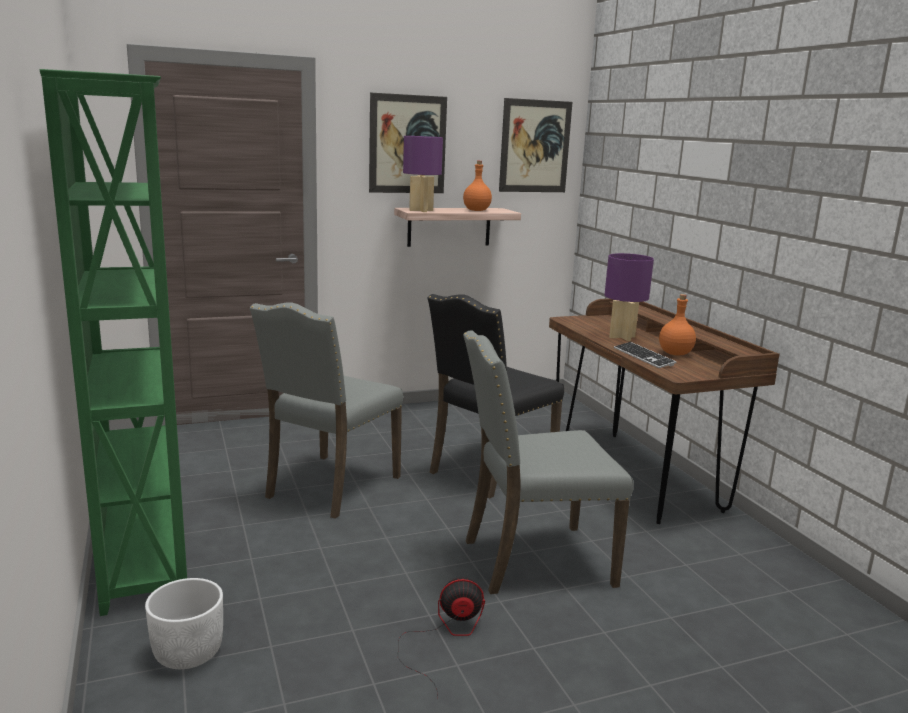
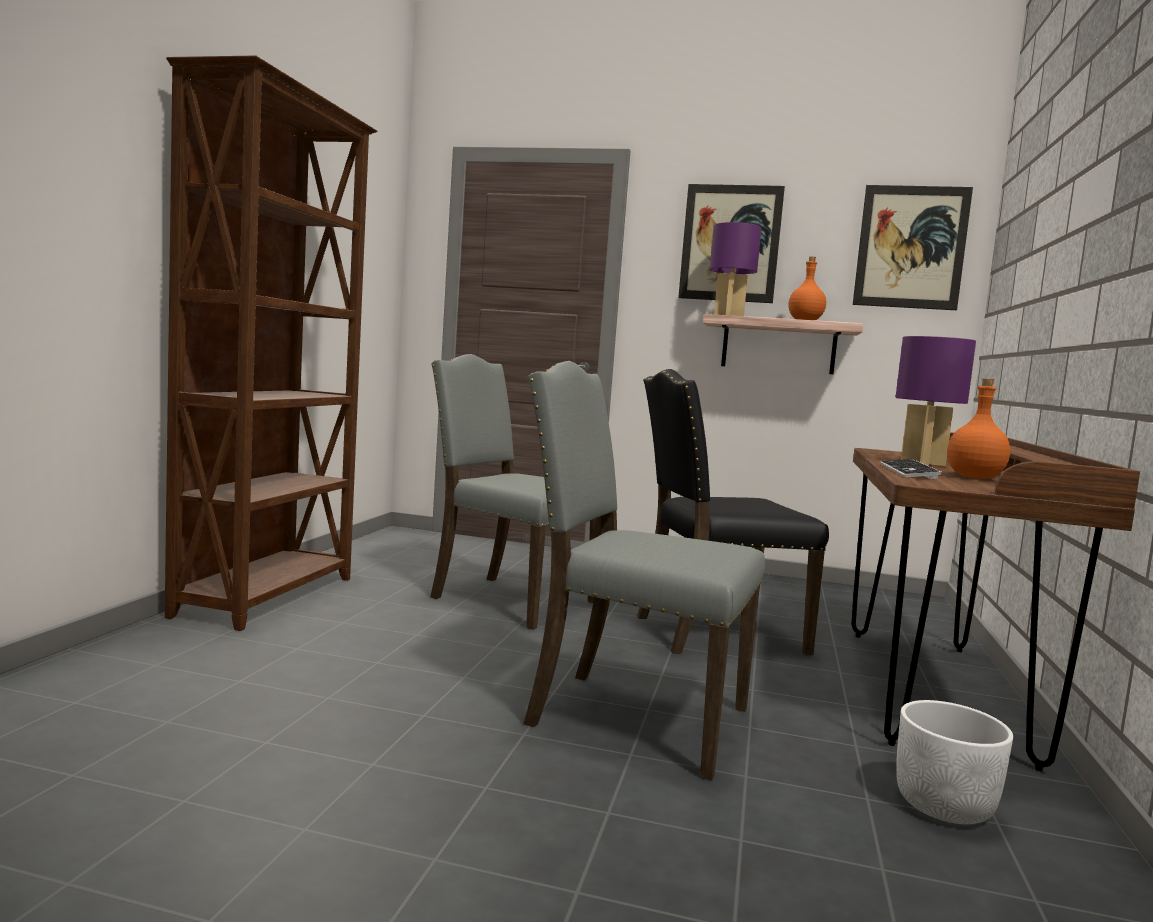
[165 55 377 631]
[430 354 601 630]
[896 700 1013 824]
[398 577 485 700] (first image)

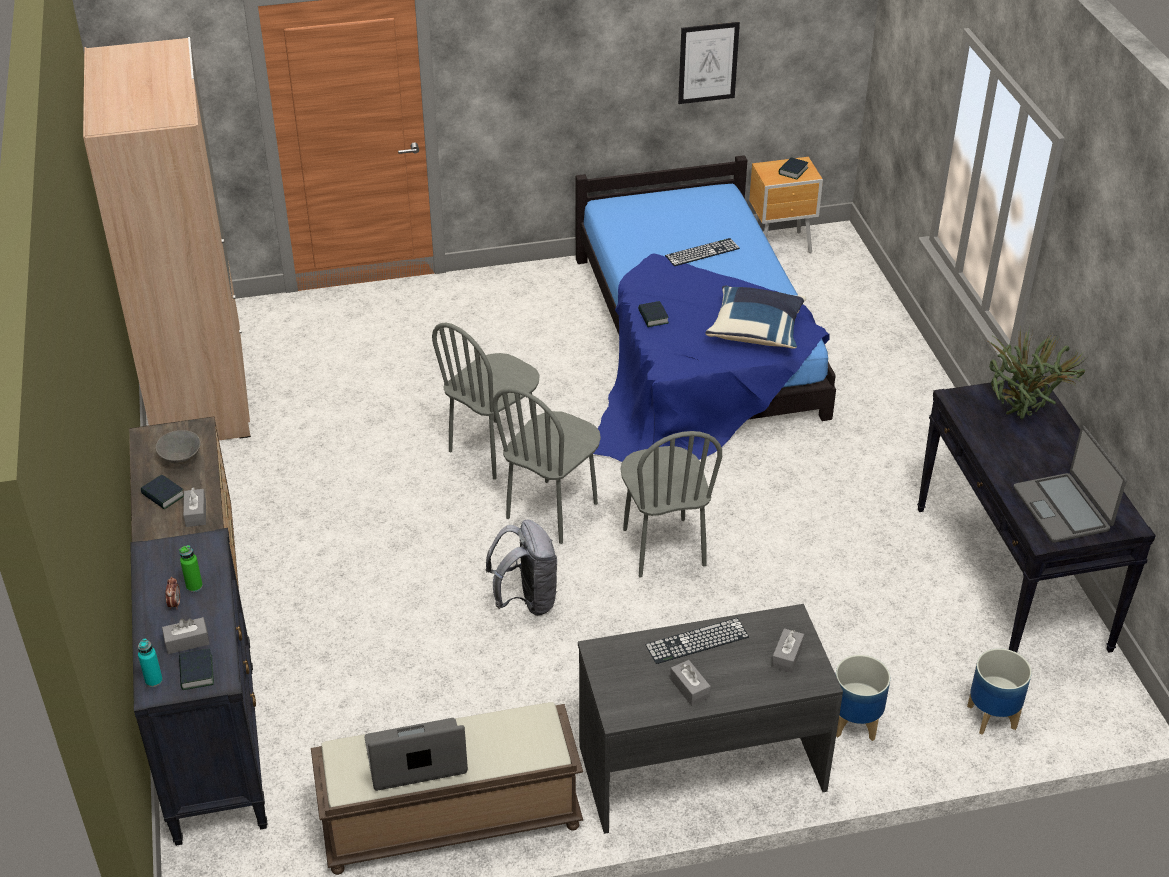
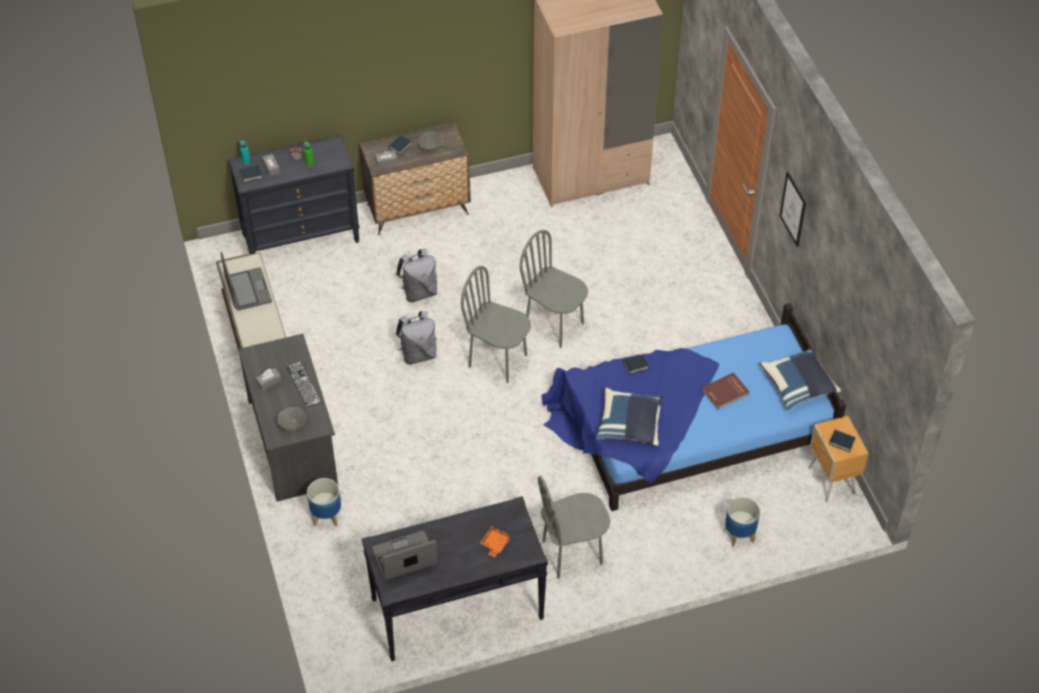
[277 407 306 431]
[396 249 437 303]
[479 526 511 557]
[538 476 610 579]
[702 373 750 410]
[725 497 760 547]
[759 348 841 411]
[779 171 806 247]

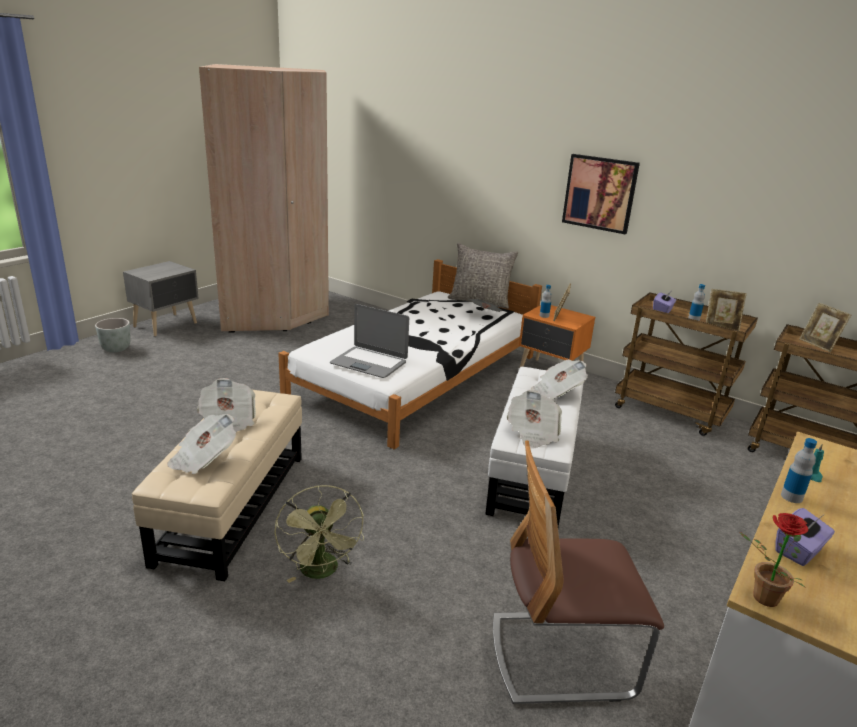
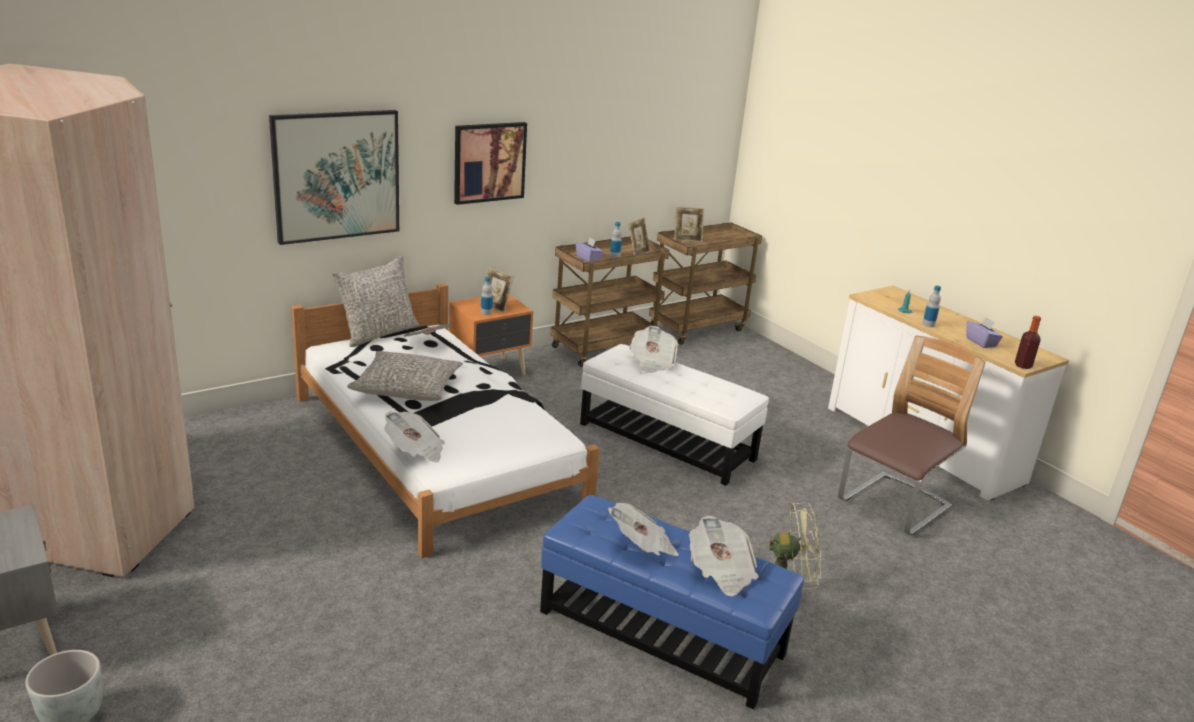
[269 110 399 245]
[347 351 463 401]
[384 412 445 462]
[540 495 804 709]
[838 335 986 535]
[1015 316 1041 369]
[330 304 409 378] (first image)

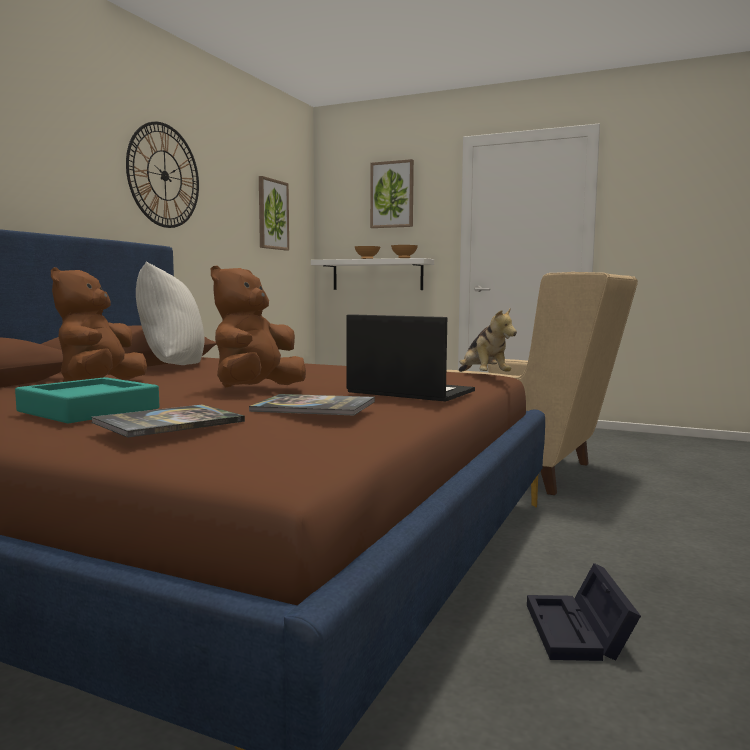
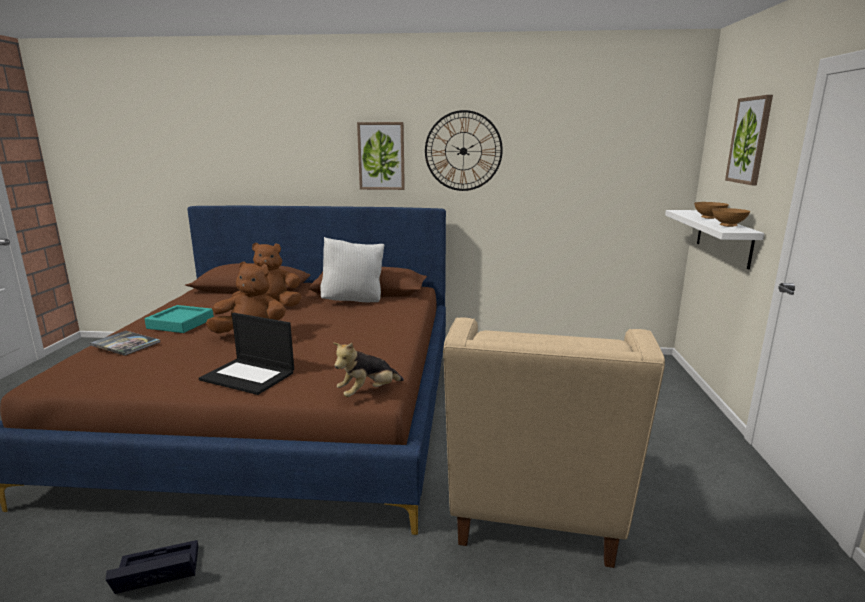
[199 313 294 395]
[357 122 405 190]
[249 394 375 415] (first image)

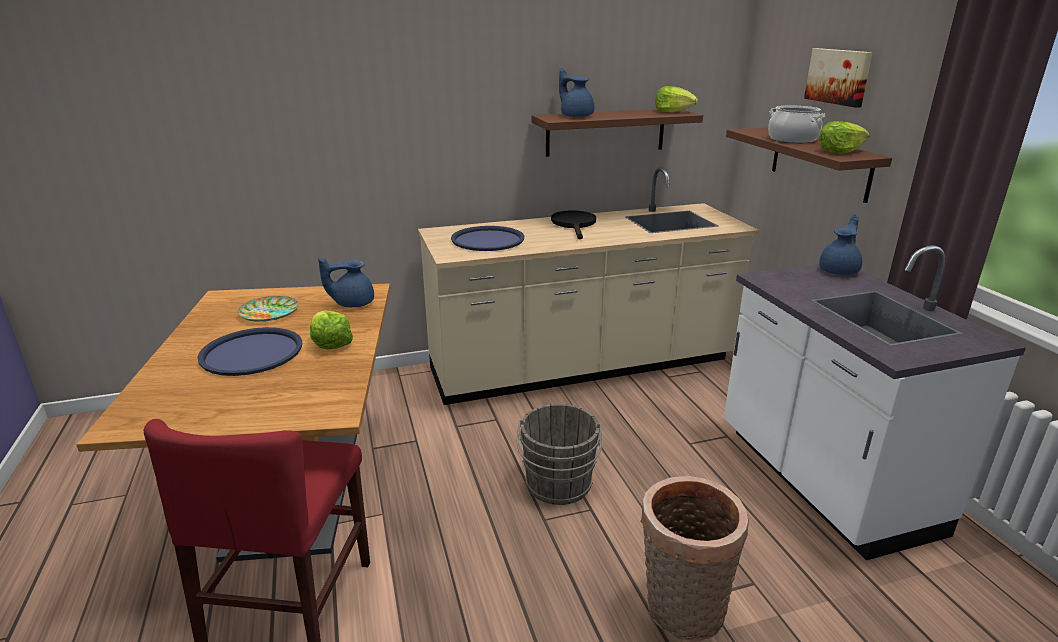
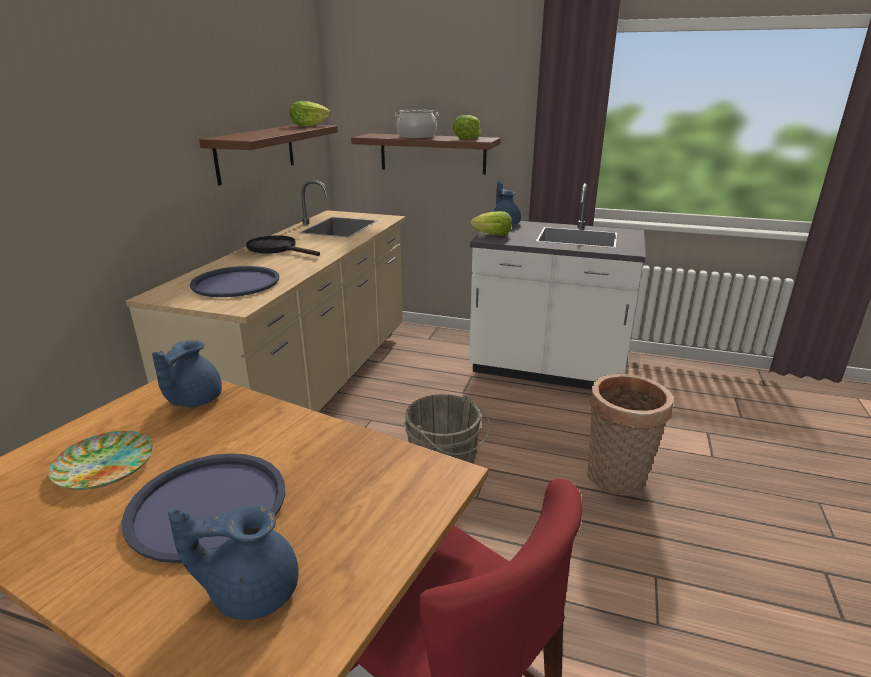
[168 505 299 620]
[470 211 512 236]
[804 48 873 108] (first image)

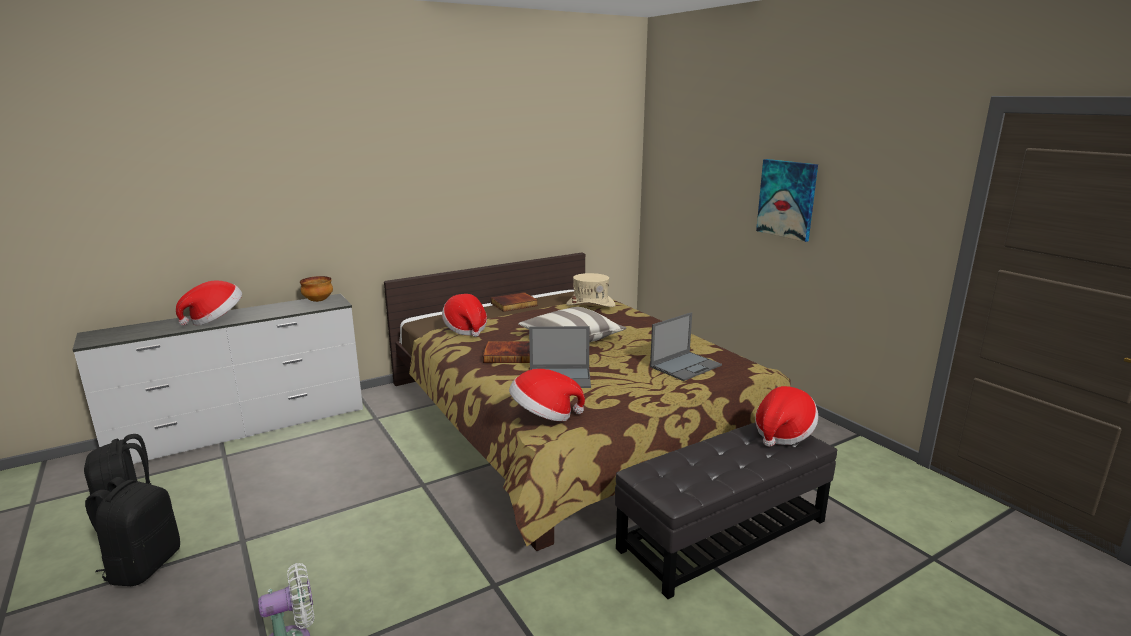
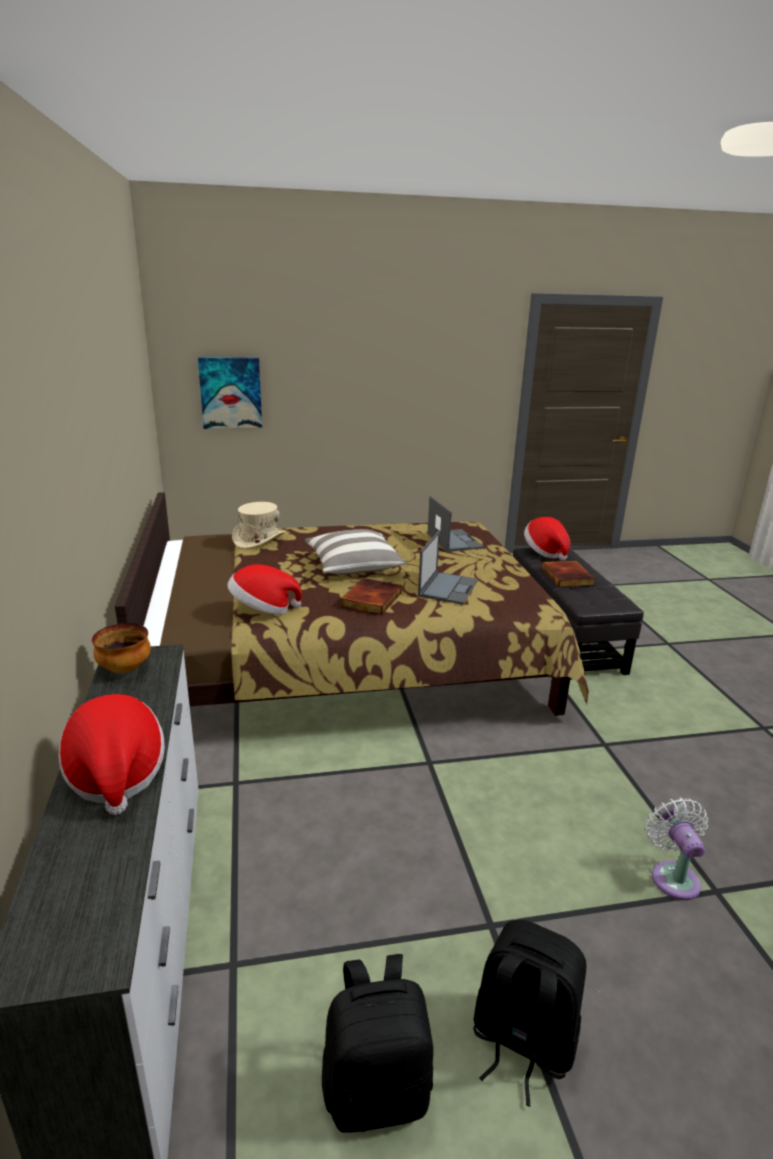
[198 357 262 429]
[542 561 595 587]
[509 369 585 421] (first image)

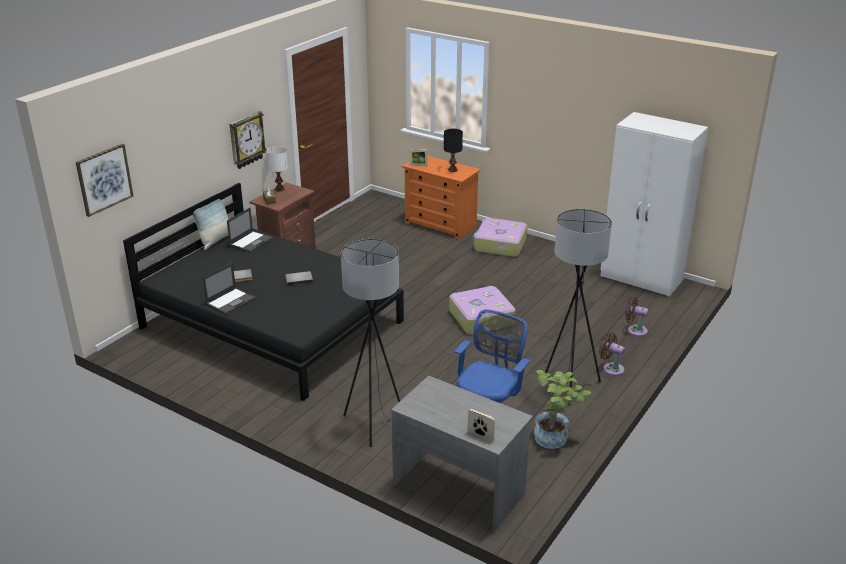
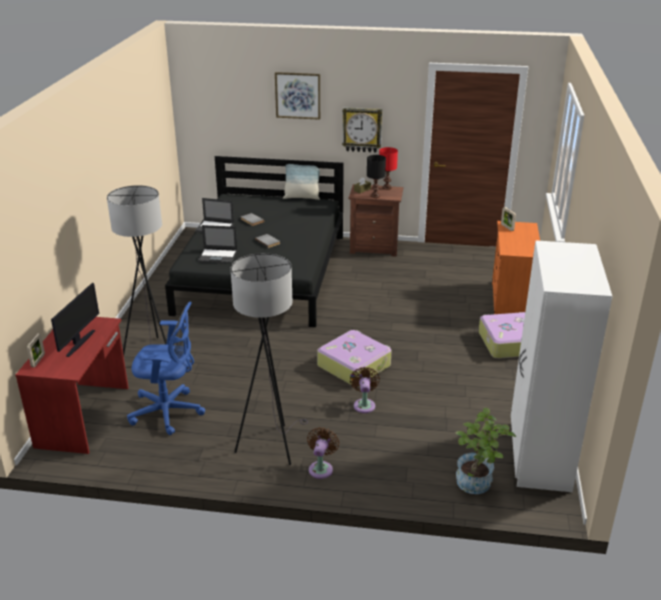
[15 317 129 454]
[51 283 99 357]
[198 225 237 264]
[275 72 320 120]
[350 367 380 413]
[367 155 386 198]
[379 147 398 190]
[455 408 516 494]

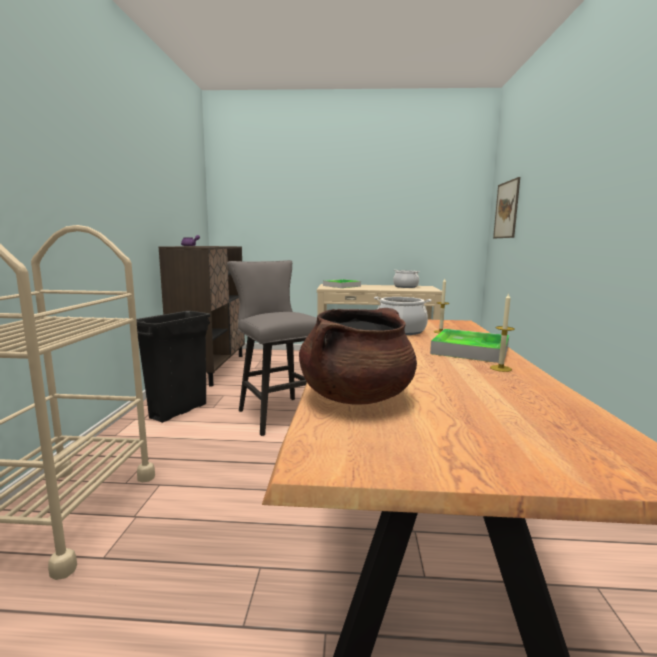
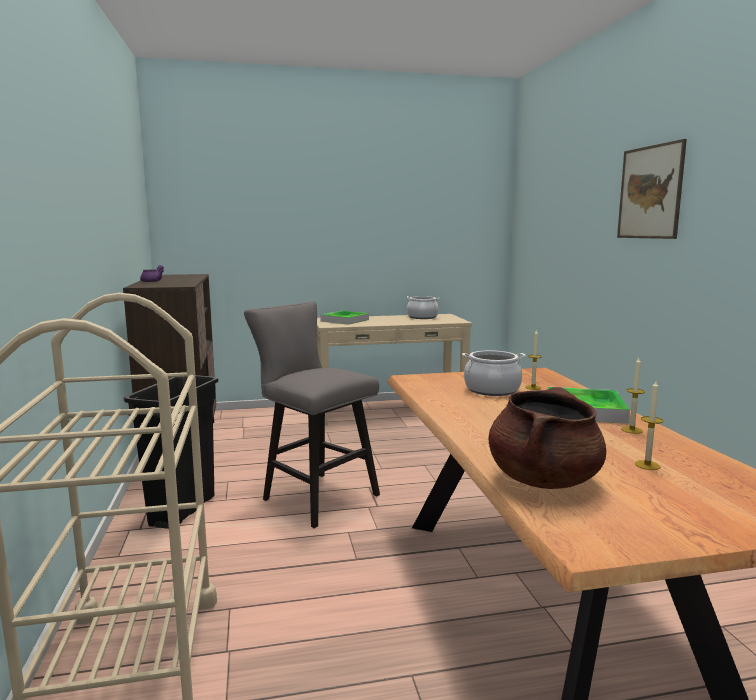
[617 139 687 239]
[635 381 663 470]

